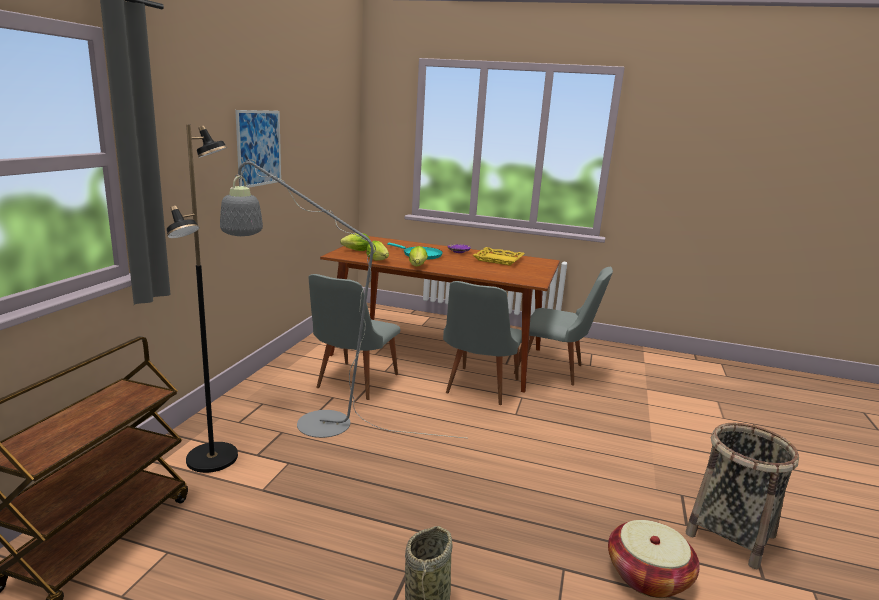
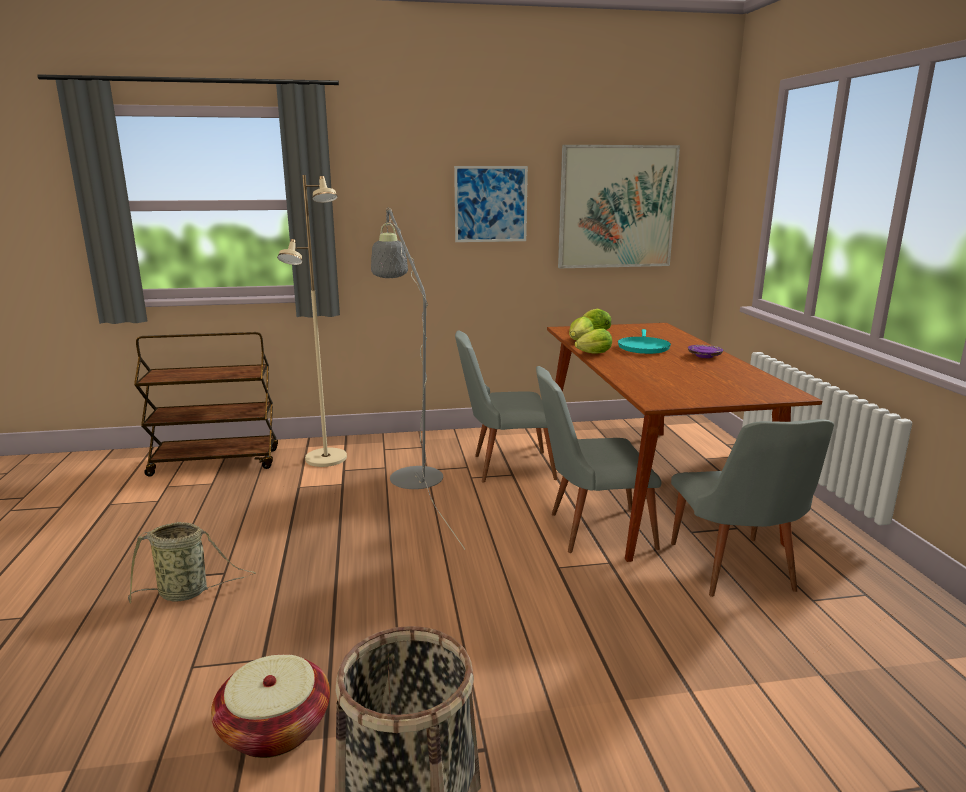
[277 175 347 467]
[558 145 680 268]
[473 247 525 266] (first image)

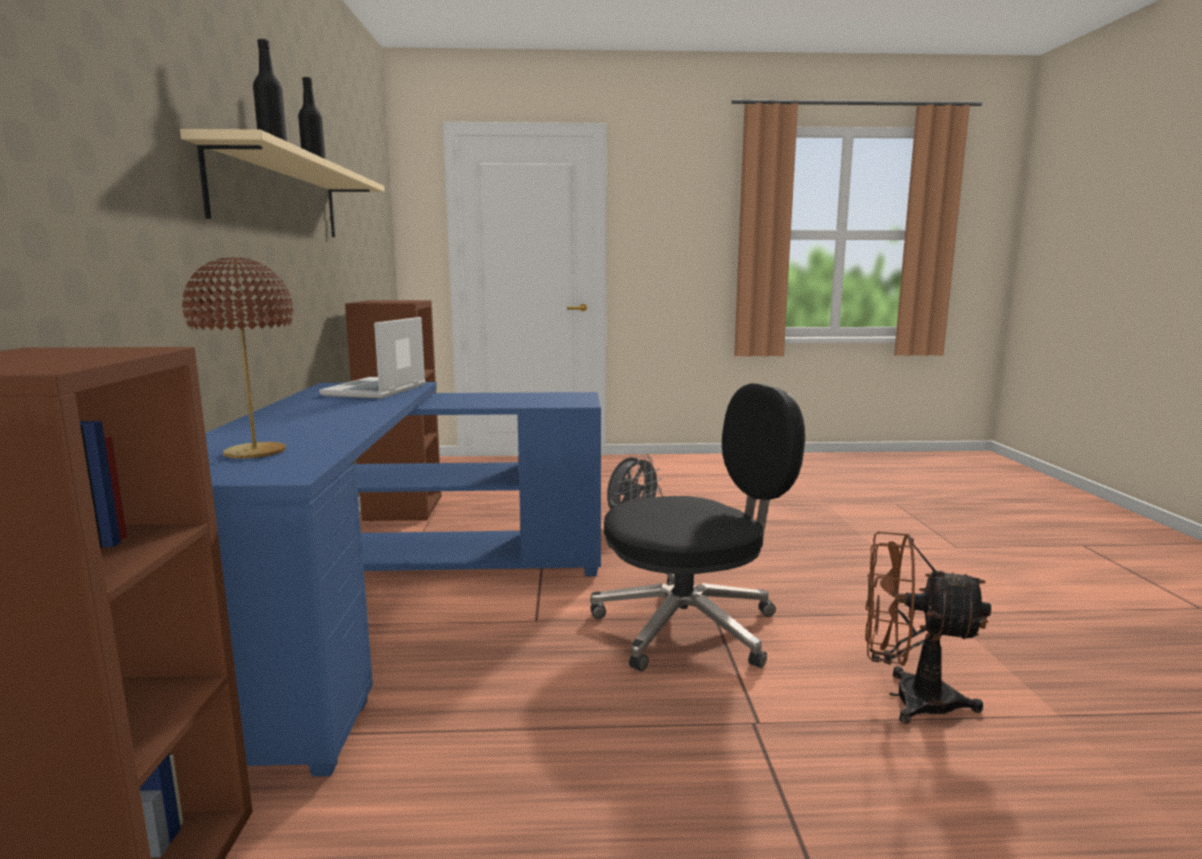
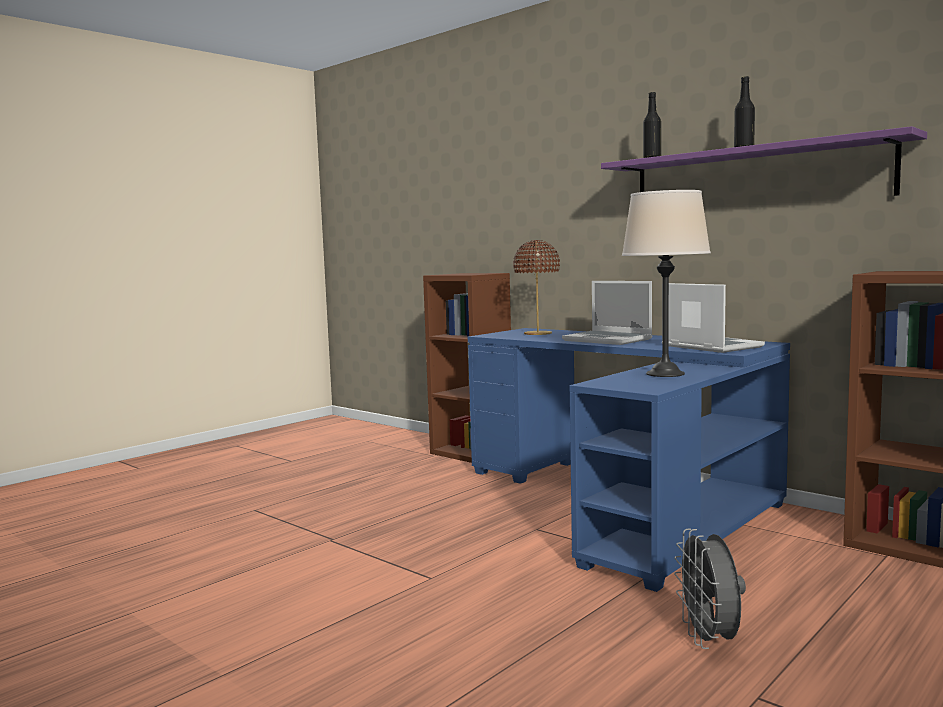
[562 281 653 345]
[601 126 927 196]
[622 190 711 377]
[590 384 805 672] (first image)
[865 532 991 724] (first image)

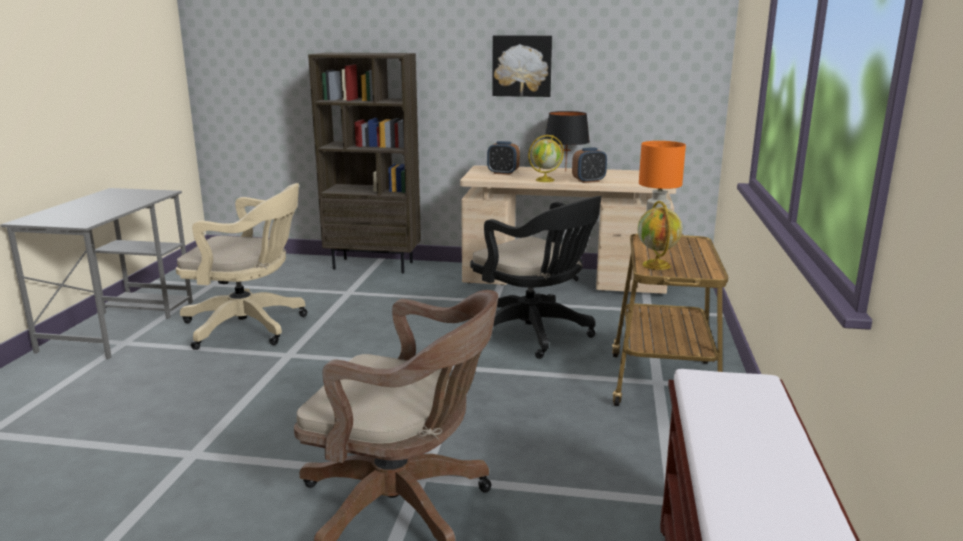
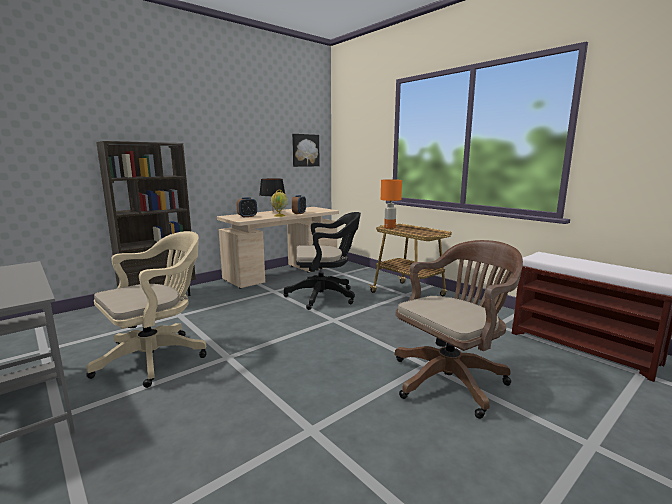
[292 134 320 167]
[638 201 682 270] (first image)

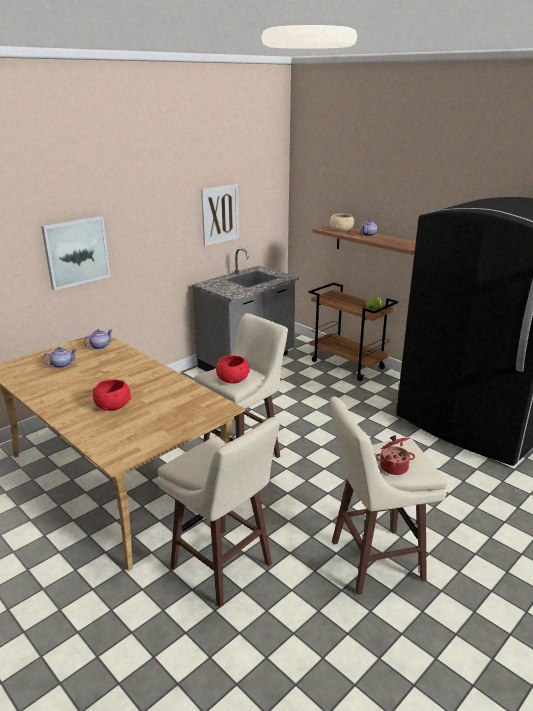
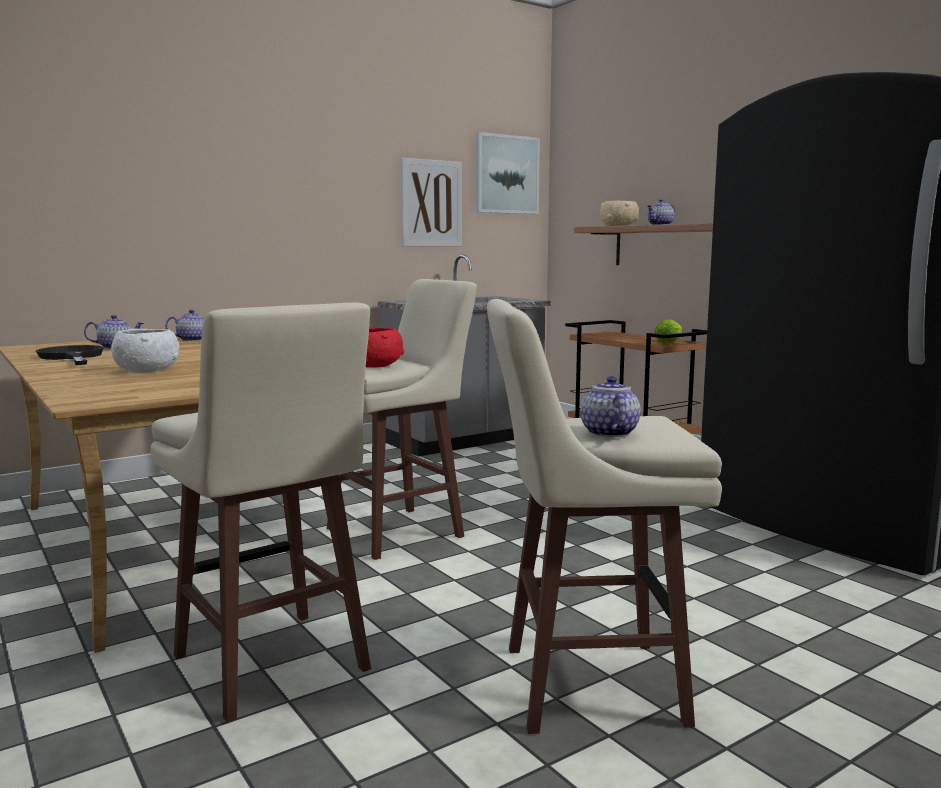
[36 345 104 365]
[111 329 180 373]
[476 132 540 214]
[580 376 641 437]

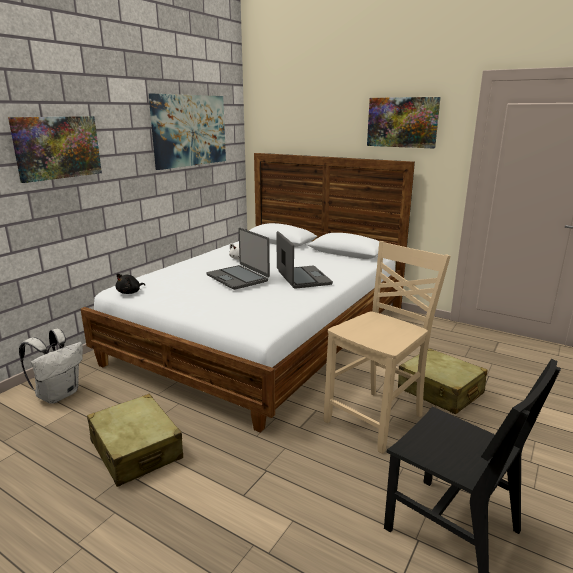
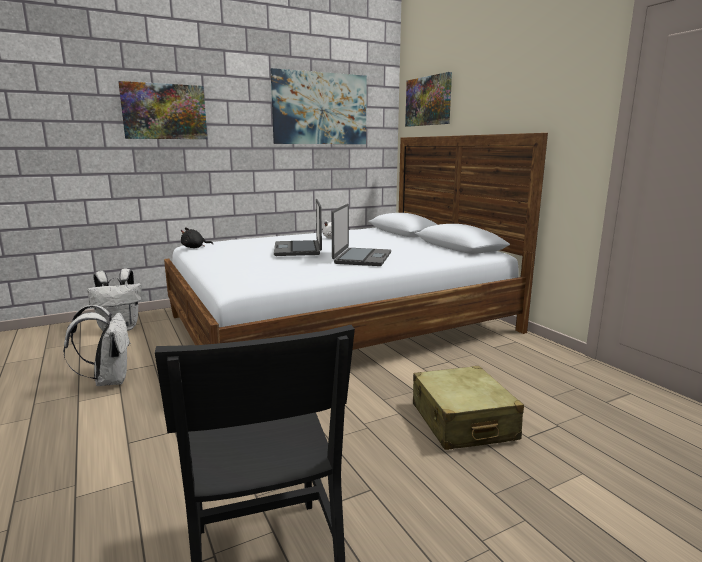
[63 305 131 386]
[405 72 452 127]
[324 241 450 454] (first image)

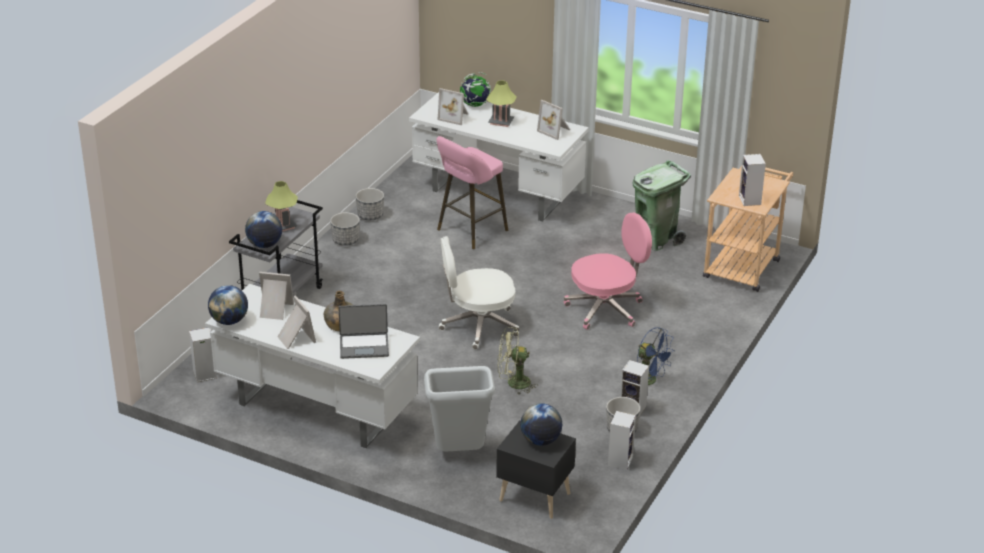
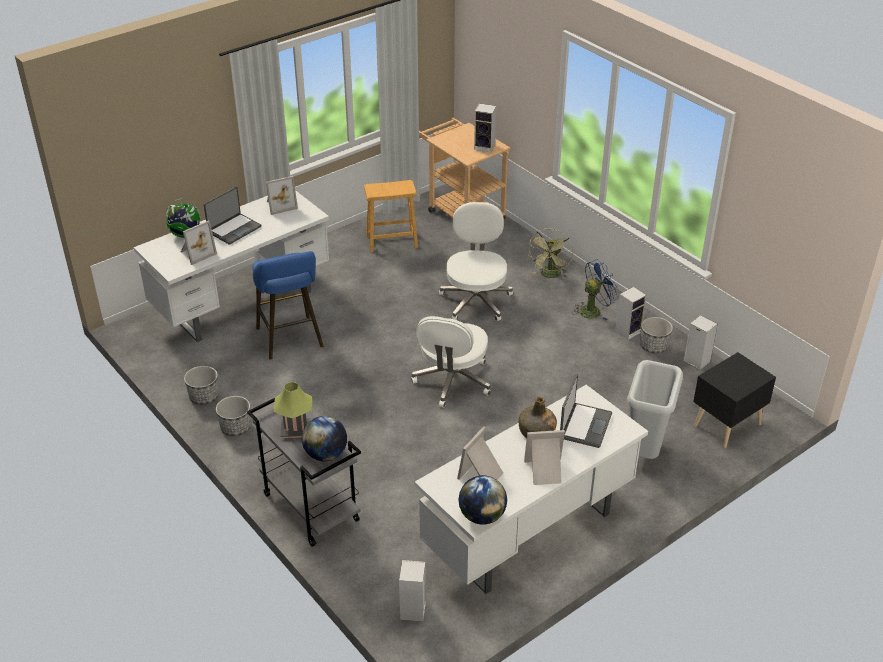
[204 187 261 245]
[252 251 323 359]
[364 180 418 252]
[439 202 513 321]
[527 228 573 278]
[520 403 562 446] (first image)

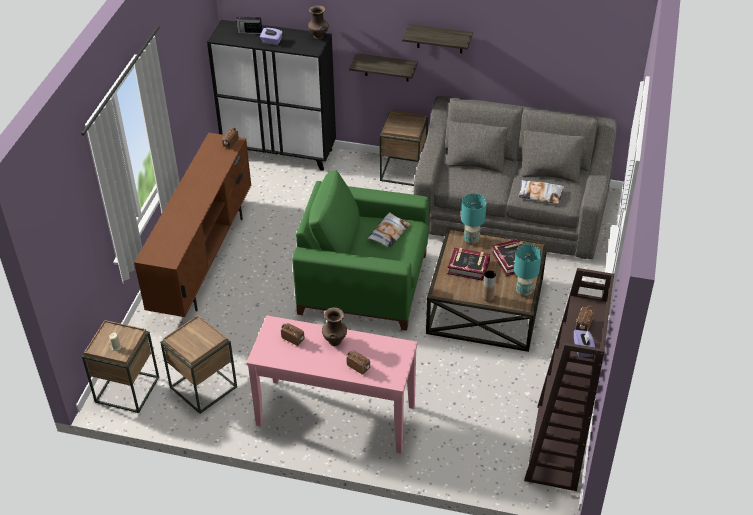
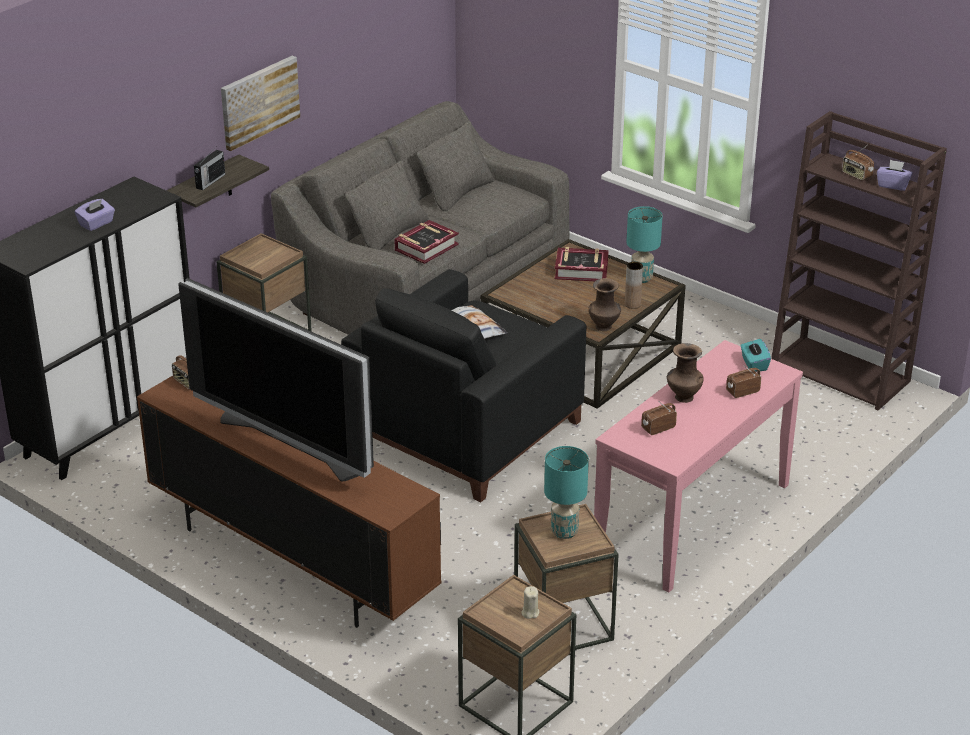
[178 278 374 482]
[194 148 225 190]
[221 56 300 151]
[341 269 586 502]
[394 220 459 264]
[544 446 589 539]
[589 278 621 331]
[740 339 771 372]
[518 180 564 204] (first image)

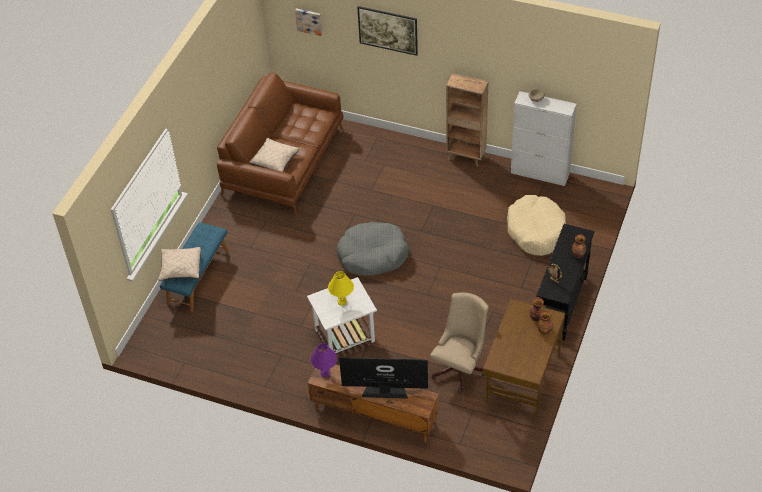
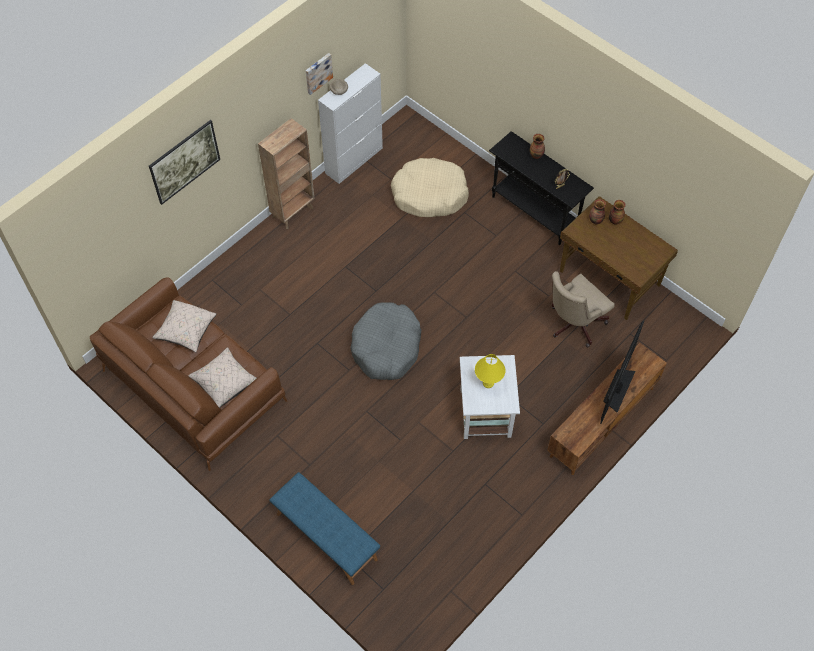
[152 300 216 352]
[306 53 333 95]
[552 271 615 347]
[310 343 337 377] (first image)

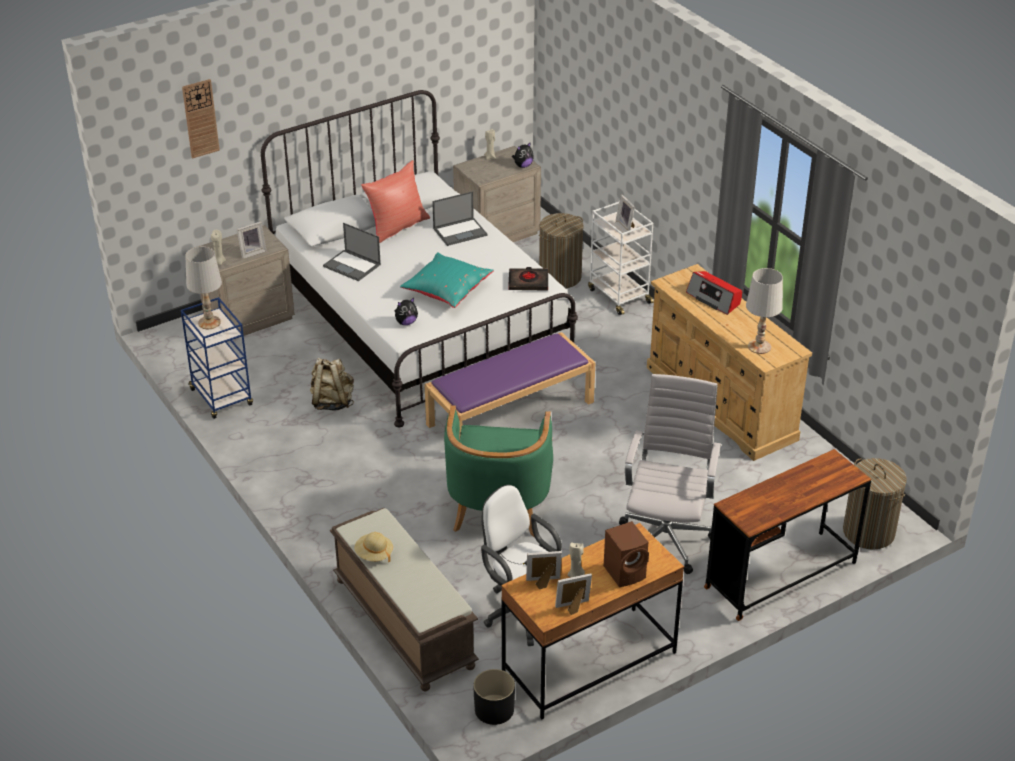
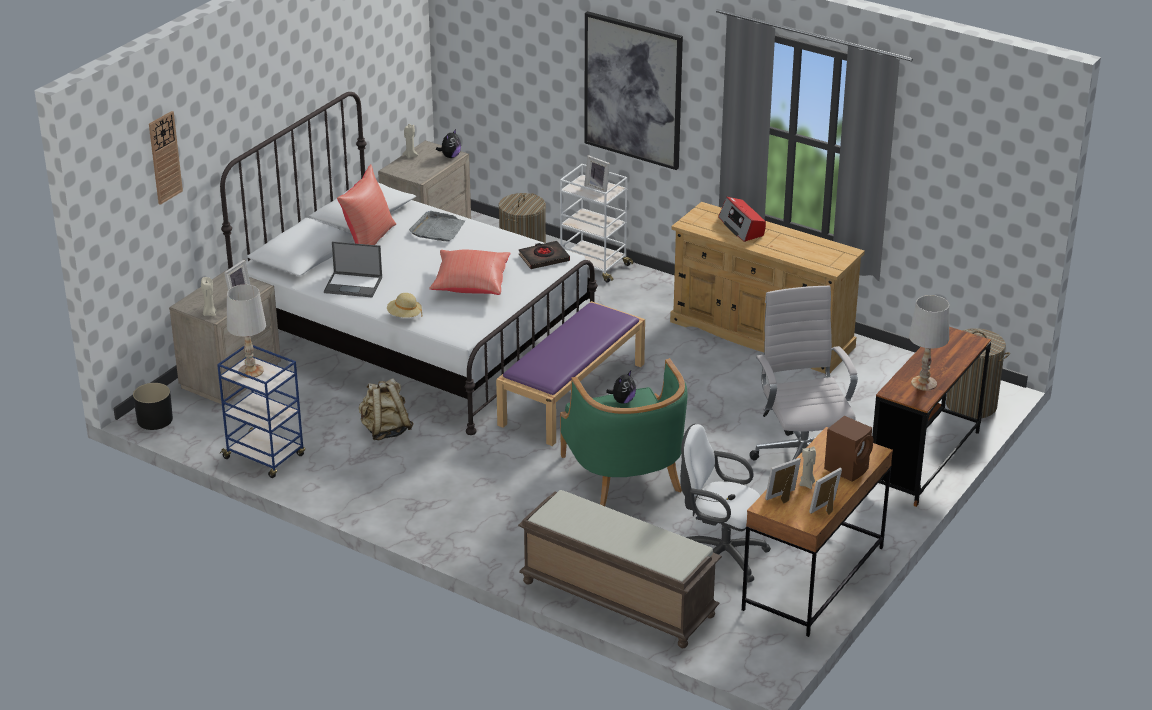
[133 383 173 430]
[387 293 422 318]
[409 211 465 242]
[429 250 511 295]
[584 11 683 170]
[606 371 636 404]
[718 197 766 242]
[909 295 949 391]

